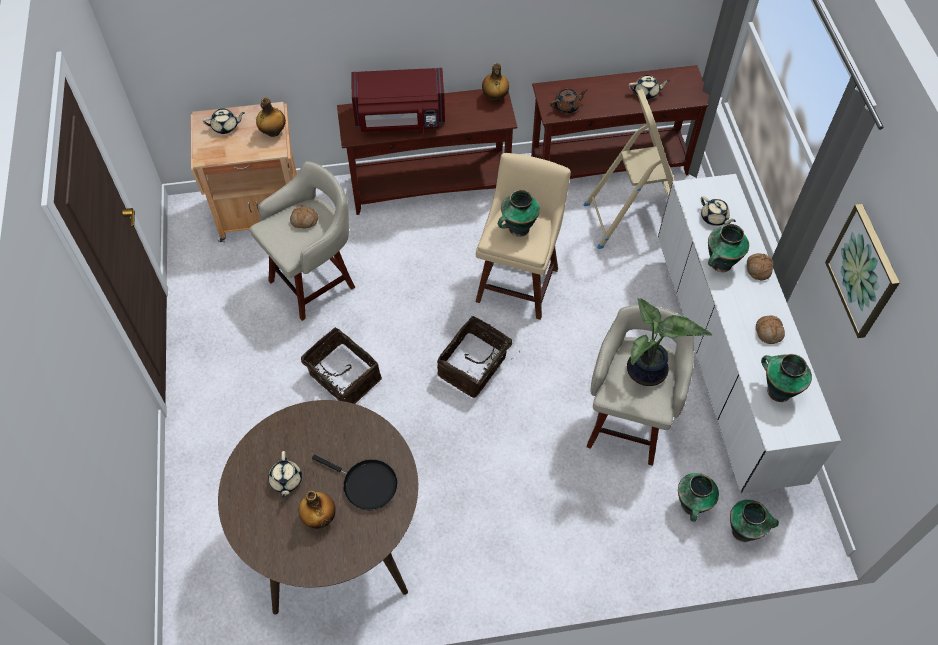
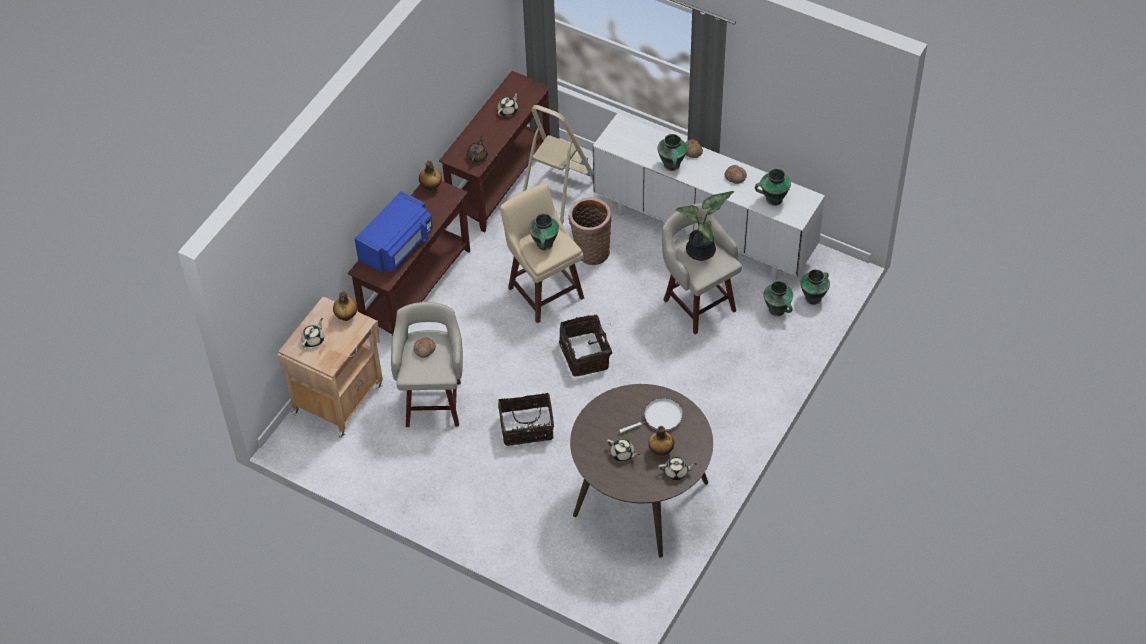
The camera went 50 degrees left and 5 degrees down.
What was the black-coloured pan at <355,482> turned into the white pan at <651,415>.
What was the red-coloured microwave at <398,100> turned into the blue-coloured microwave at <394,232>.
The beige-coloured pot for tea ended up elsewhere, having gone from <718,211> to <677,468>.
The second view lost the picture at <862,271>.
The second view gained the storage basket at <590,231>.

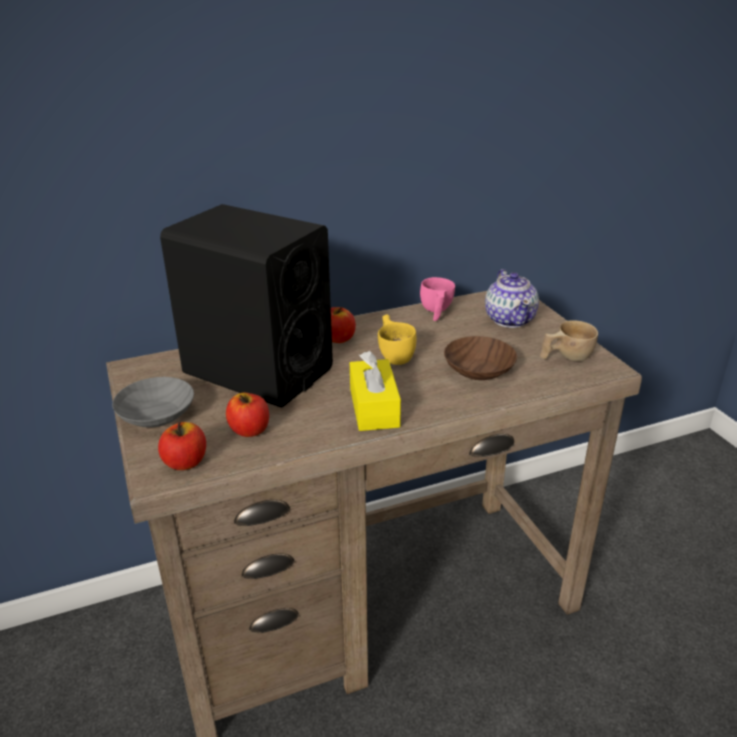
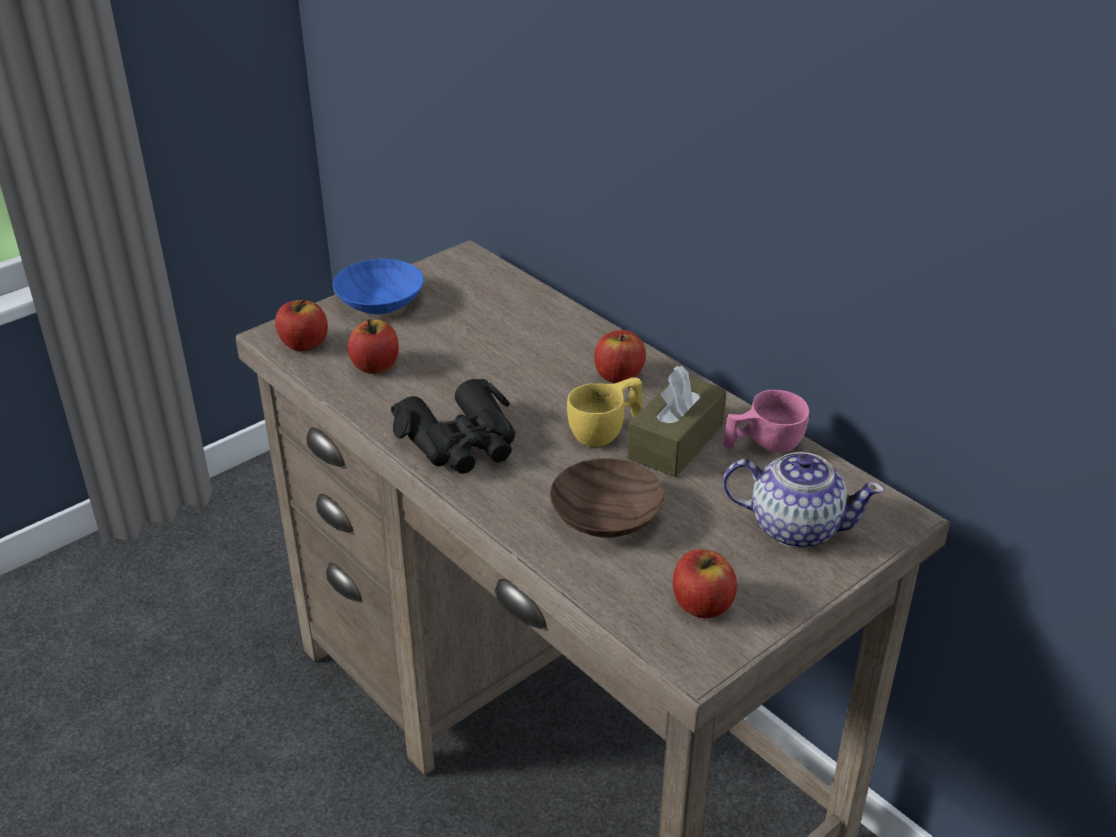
The camera went 70 degrees right and 5 degrees up.
What was the gray bowl at <153,402> turned into the blue-coloured bowl at <378,286>.
The second view lost the black-coloured speaker at <246,306>.
Where the yellow-coloured box of tissues stood at <375,391>, the black-coloured field glasses came to stand at <453,426>.
The pot for tea at <512,298> ended up facing another way, 135 degrees counterclockwise from before.
Where the beige-coloured cup stood at <569,340>, the apple fruit came to stand at <705,583>.
The second view gained the brownish box of tissues at <677,421>.

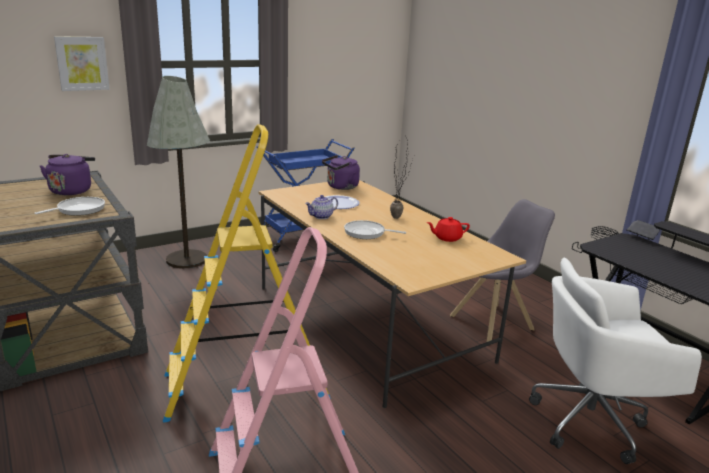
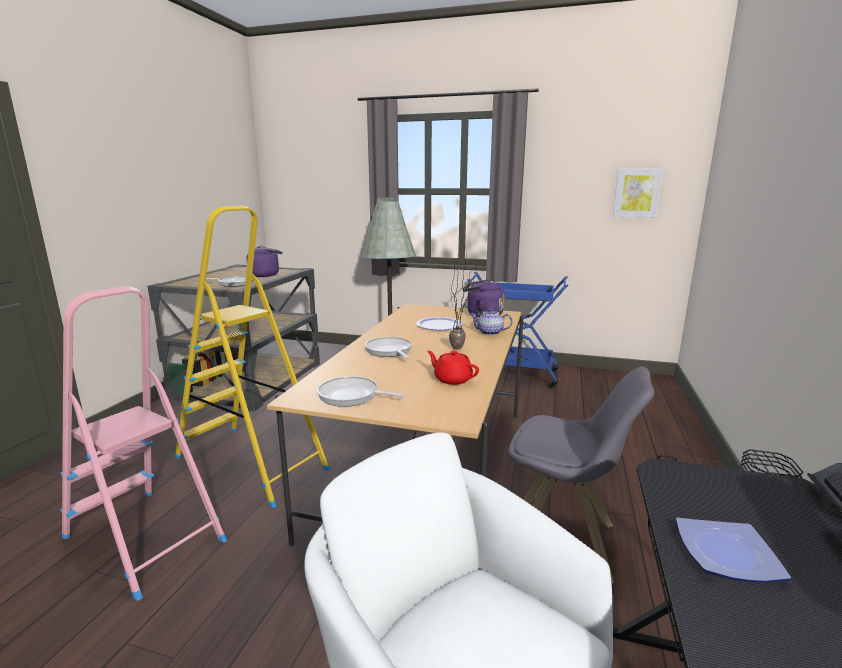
The camera went 50 degrees right and 5 degrees down.
The picture ended up elsewhere, having gone from <82,63> to <638,193>.
The pot for tea ended up elsewhere, having gone from <321,207> to <491,321>.
The second view gained the pan at <361,391>.
The second view gained the plate at <733,550>.

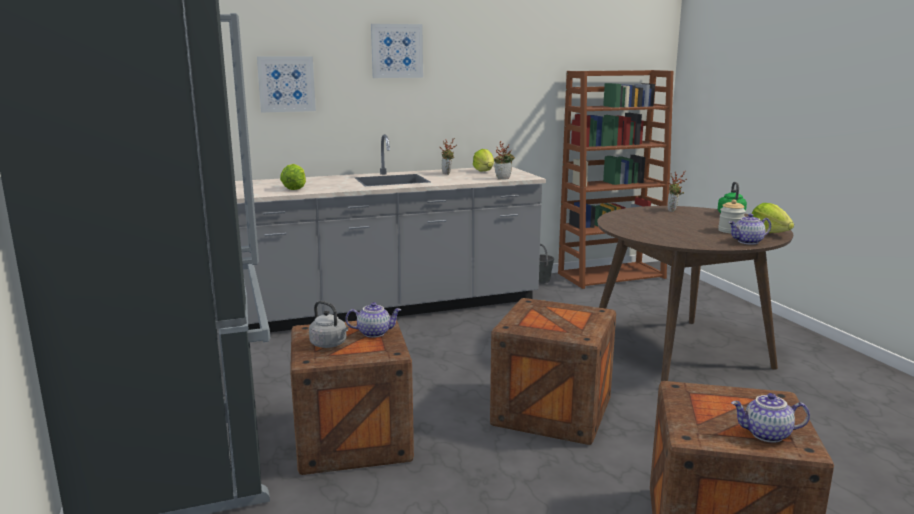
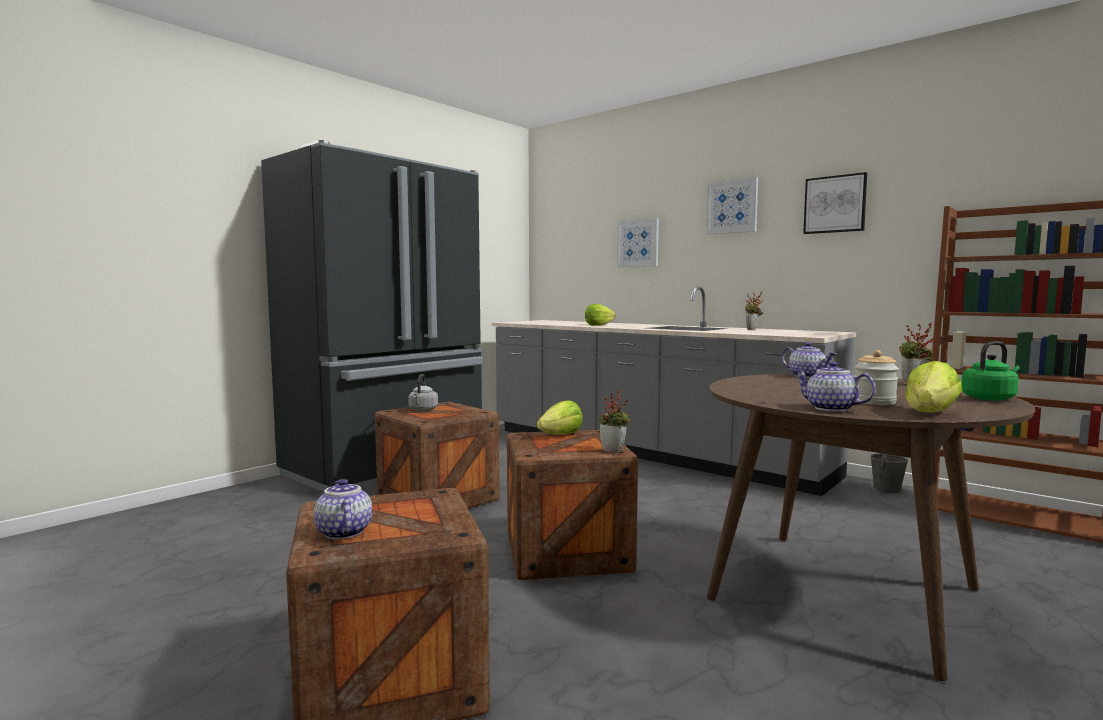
The camera went 60 degrees right and 10 degrees down.
The pot for tea ended up elsewhere, having gone from <373,320> to <809,360>.
The lettuce head ended up elsewhere, having gone from <483,160> to <560,417>.
The houseplant ended up elsewhere, having gone from <504,160> to <614,421>.
The second view gained the picture at <835,203>.

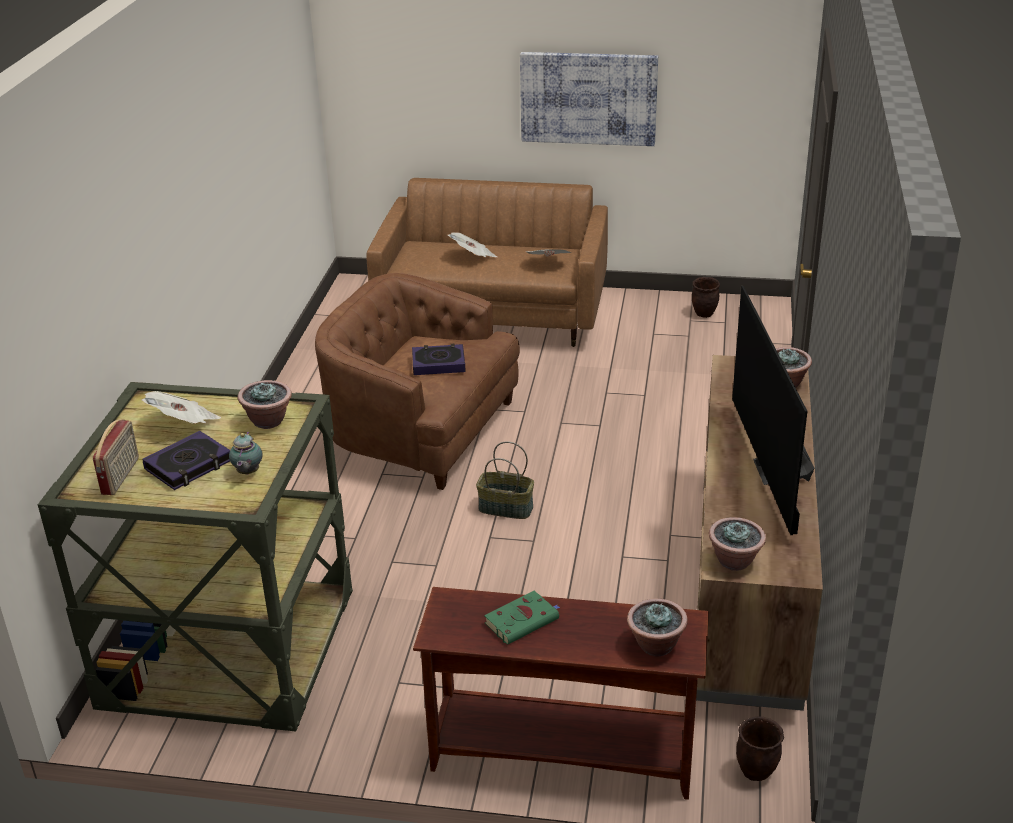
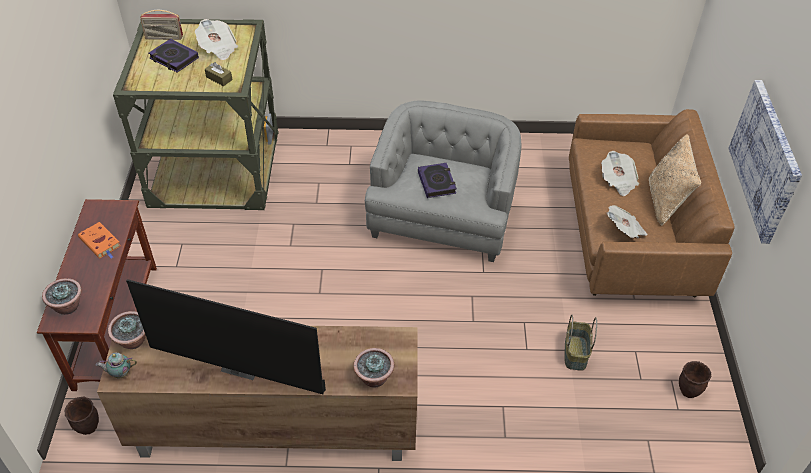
The camera went 80 degrees right and 15 degrees up.
The pot for tea ended up elsewhere, having gone from <246,452> to <116,365>.
Where the houseplant stood at <265,404>, the brownish box of tissues came to stand at <218,74>.
What was the brownish armchair at <417,381> turned into the gray armchair at <443,181>.
The storage basket ended up elsewhere, having gone from <505,480> to <581,343>.
What was the green volume at <522,618> turned into the orange-coloured volume at <99,240>.
The TV at <773,410> ended up facing another way, 150 degrees counterclockwise from before.
The second view gained the beige-coloured throw pillow at <675,179>.

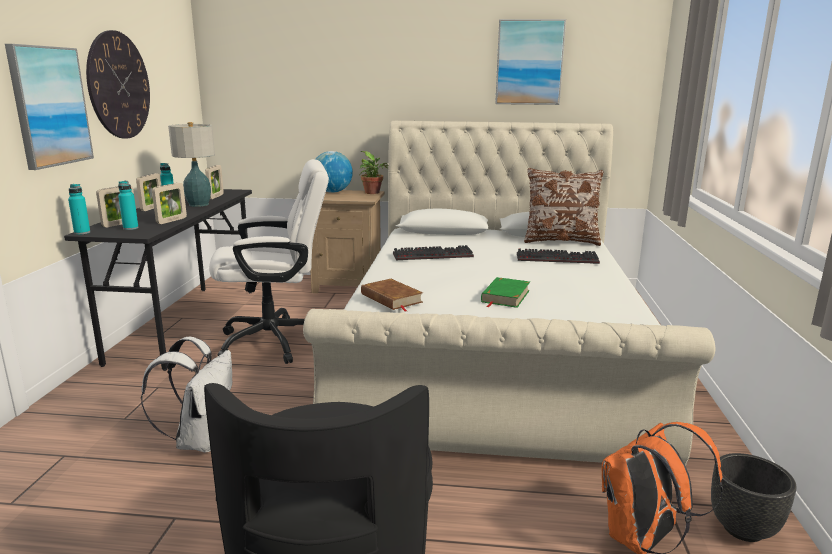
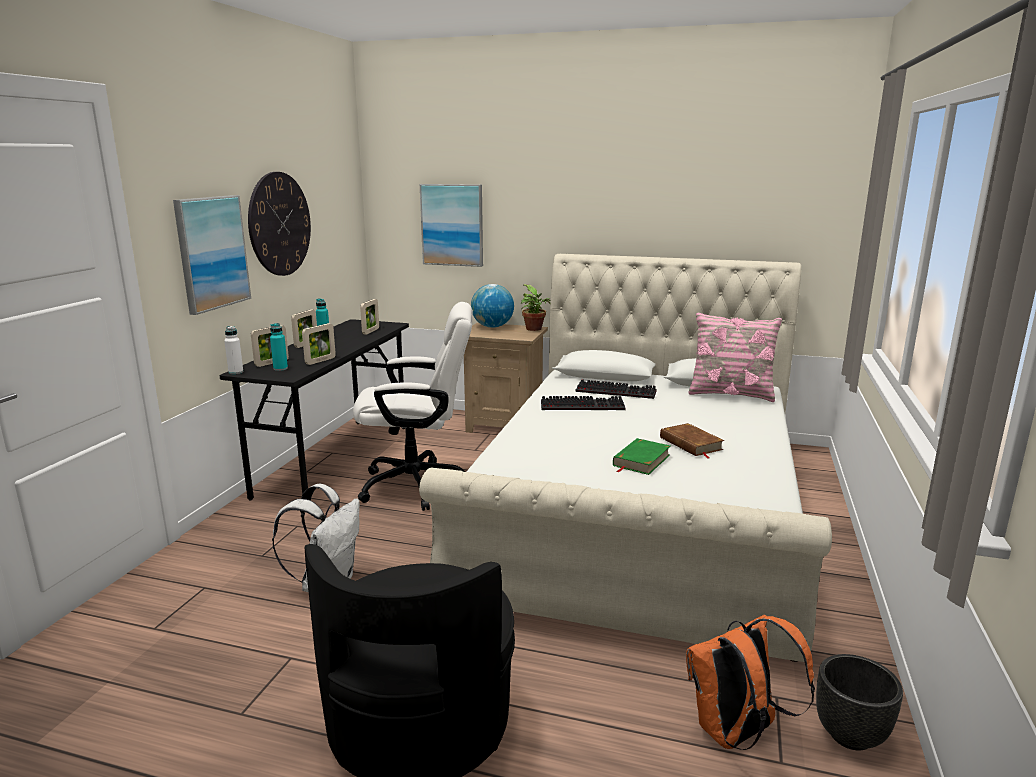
The camera went 10 degrees right and 0 degrees up.
What was the turquoise-coloured drink bottle at <79,209> turned into the white drink bottle at <233,350>.
The second view lost the tabletop lamp at <191,164>.
The brownish volume ended up elsewhere, having gone from <392,295> to <692,440>.
The picture ended up elsewhere, having gone from <530,62> to <451,225>.
The keyboard ended up elsewhere, having gone from <558,256> to <616,389>.
What was the brownish throw pillow at <563,207> turned into the pink-coloured throw pillow at <735,357>.

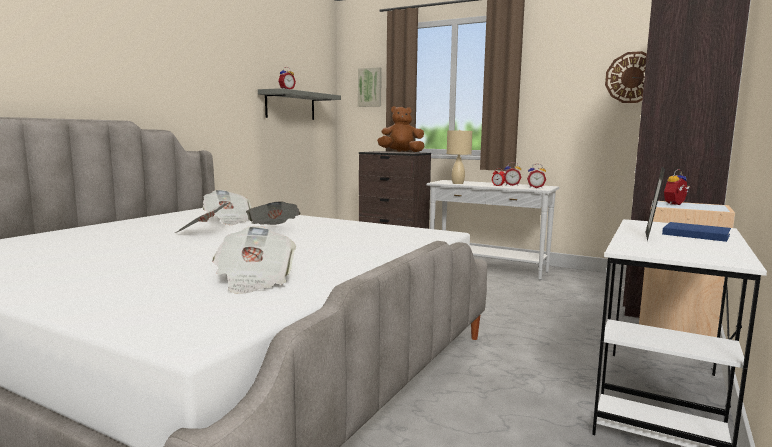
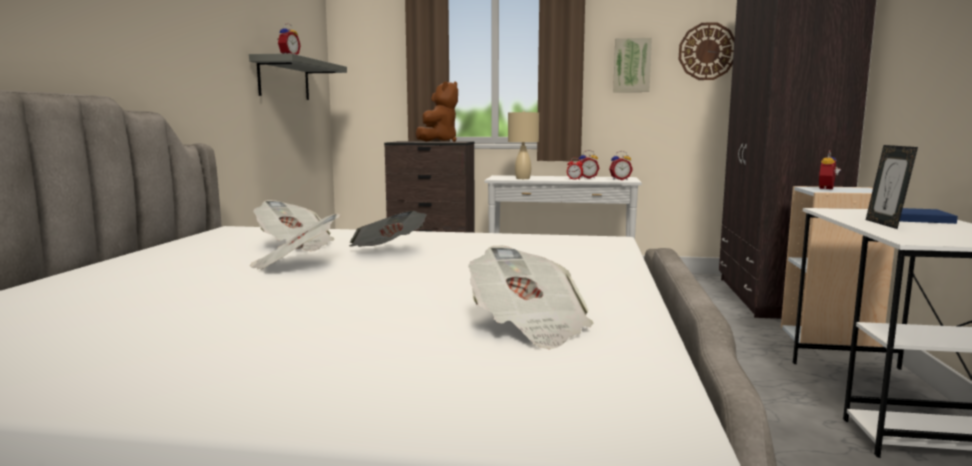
The camera went 20 degrees left and 0 degrees up.
The picture ended up elsewhere, having gone from <370,87> to <632,64>.
The brownish plush toy at <401,129> ended up facing another way, 135 degrees clockwise from before.

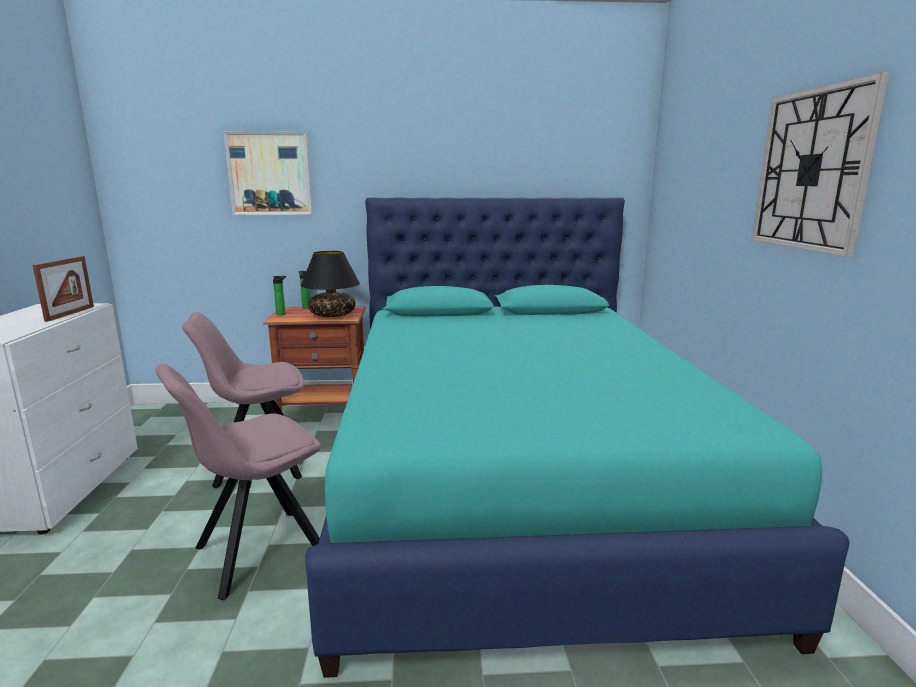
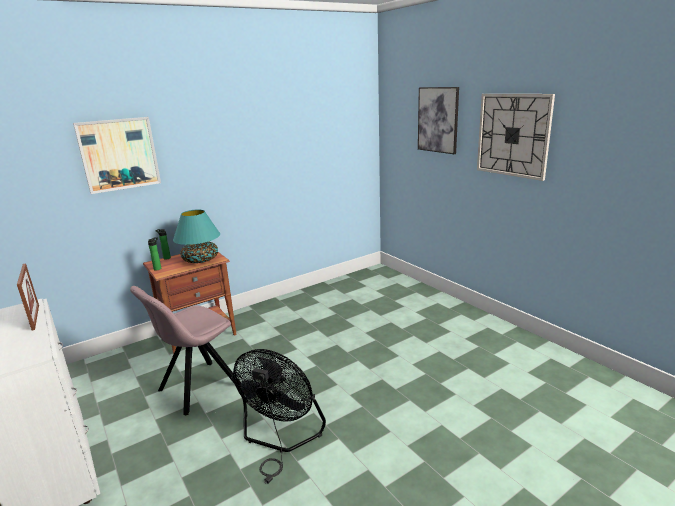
The camera went 30 degrees left and 5 degrees up.
Where the pink-coloured upright chair stood at <238,482>, the black-coloured fan came to stand at <278,416>.
What was the black-coloured tabletop lamp at <330,284> turned into the turquoise-coloured tabletop lamp at <196,236>.
The second view lost the turquoise-coloured sleeping bed at <577,437>.
The second view gained the picture at <438,120>.

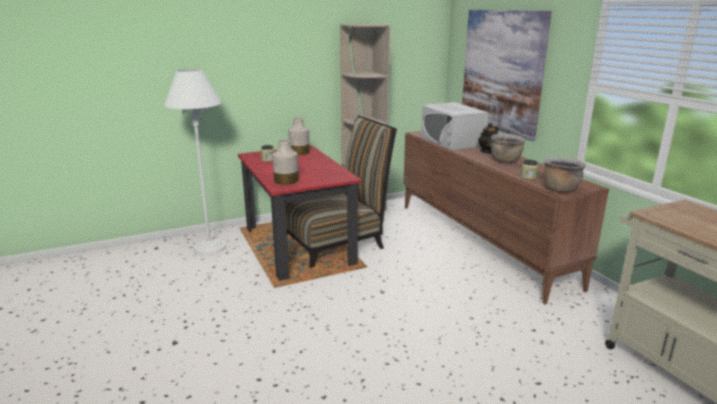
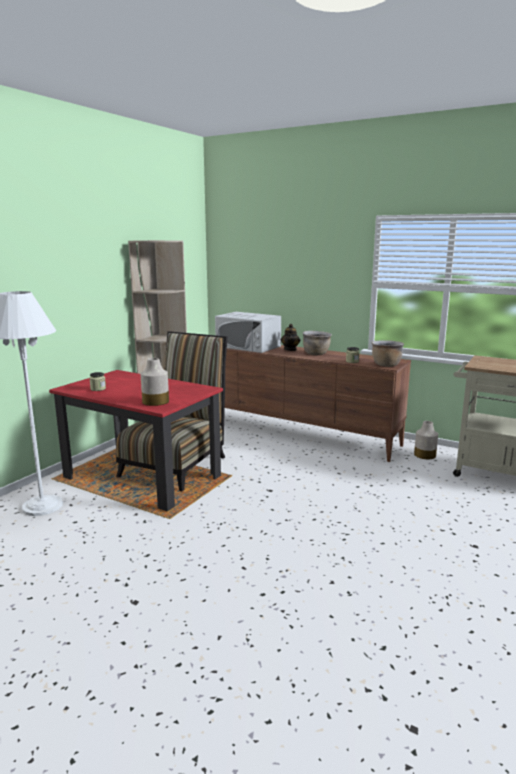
The camera went 35 degrees left and 5 degrees down.
The beige-coloured decorative vase ended up elsewhere, having gone from <299,136> to <426,440>.
The second view lost the picture at <507,75>.

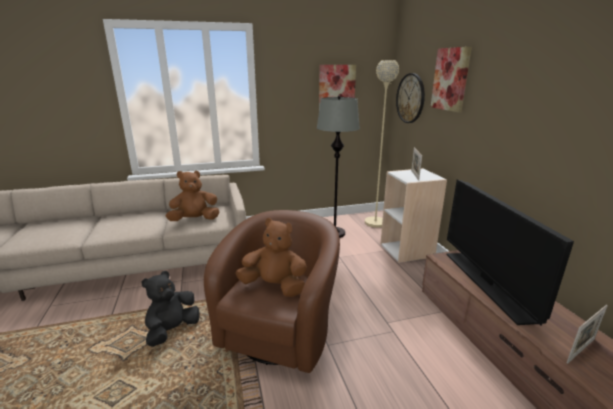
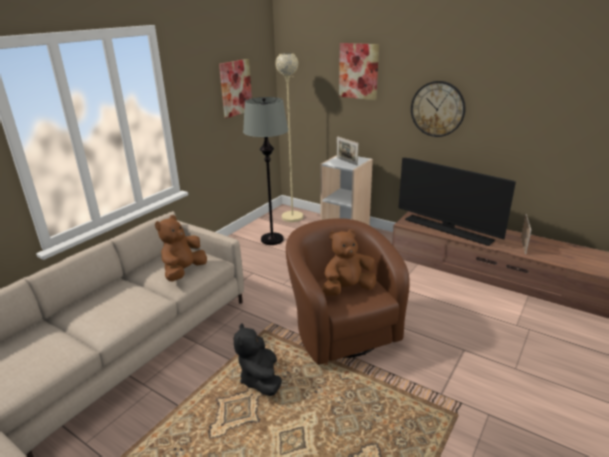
The camera went 40 degrees left and 5 degrees up.
The hanging clock ended up elsewhere, having gone from <410,98> to <438,109>.

